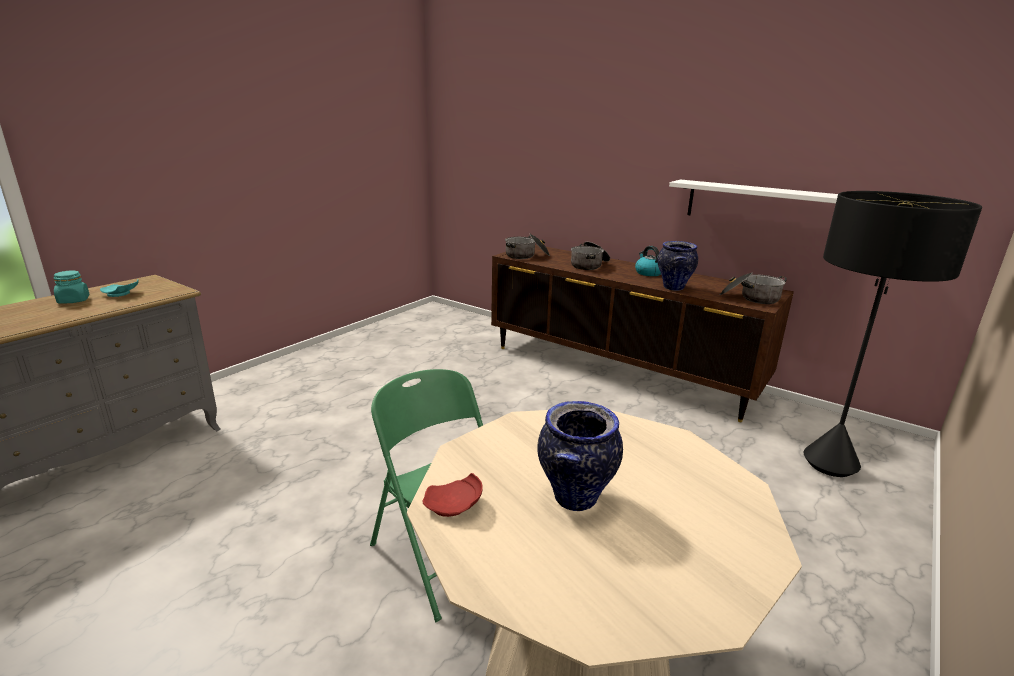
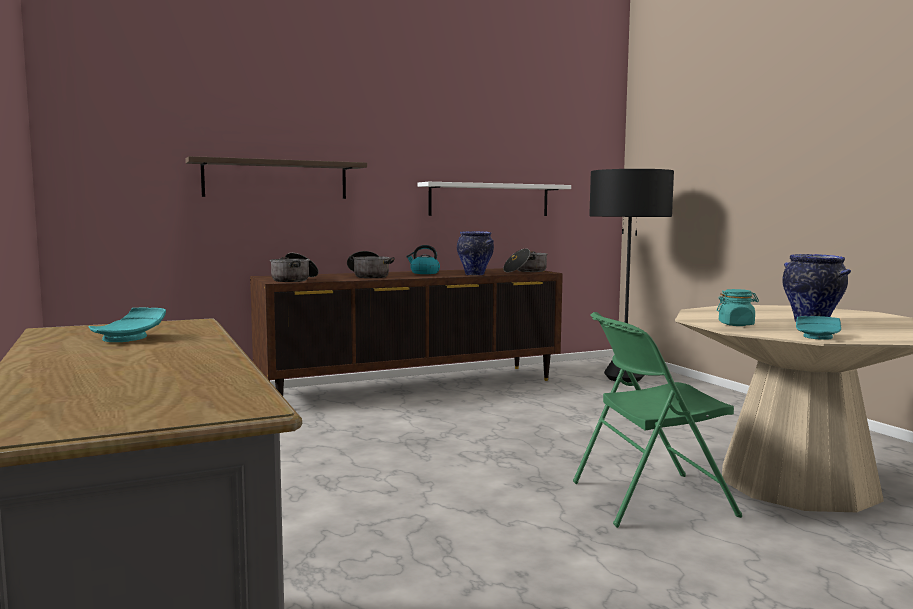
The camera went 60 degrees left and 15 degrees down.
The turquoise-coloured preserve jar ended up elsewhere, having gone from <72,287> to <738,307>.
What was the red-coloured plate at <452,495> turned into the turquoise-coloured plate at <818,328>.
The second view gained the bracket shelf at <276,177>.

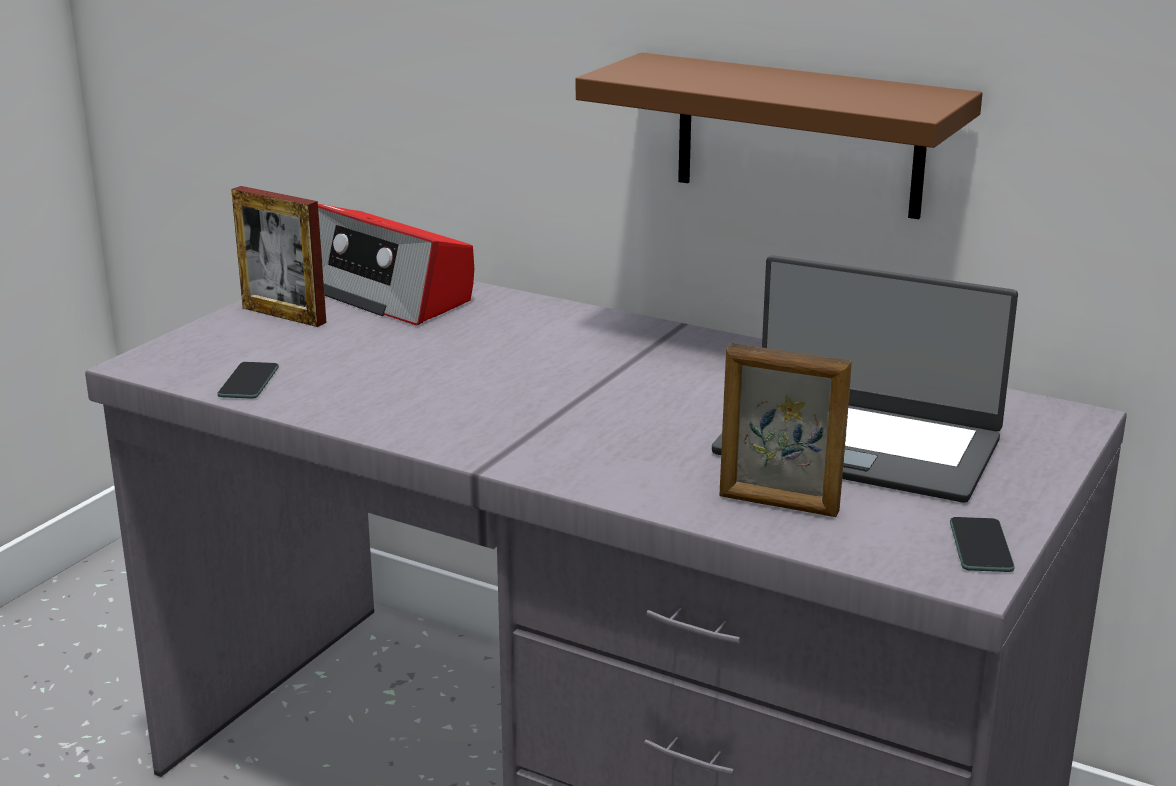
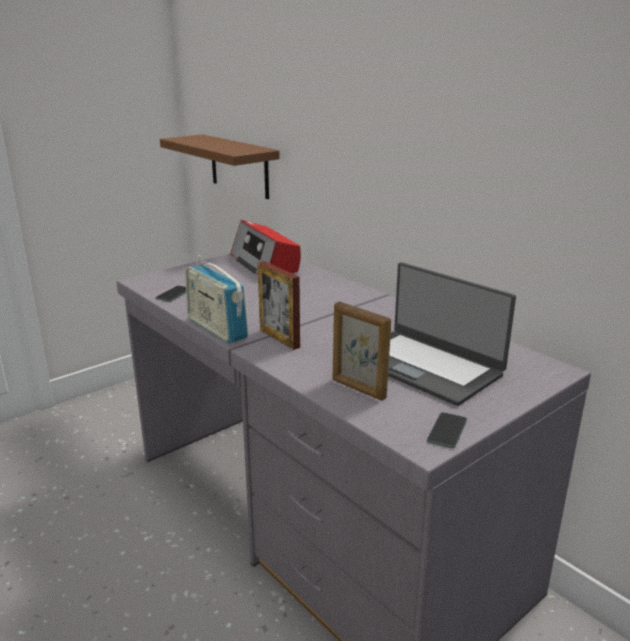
The camera went 20 degrees right and 0 degrees up.
The picture frame ended up elsewhere, having gone from <279,256> to <279,305>.
The brownish bracket shelf ended up elsewhere, having gone from <779,135> to <220,166>.
The second view gained the radio at <216,299>.

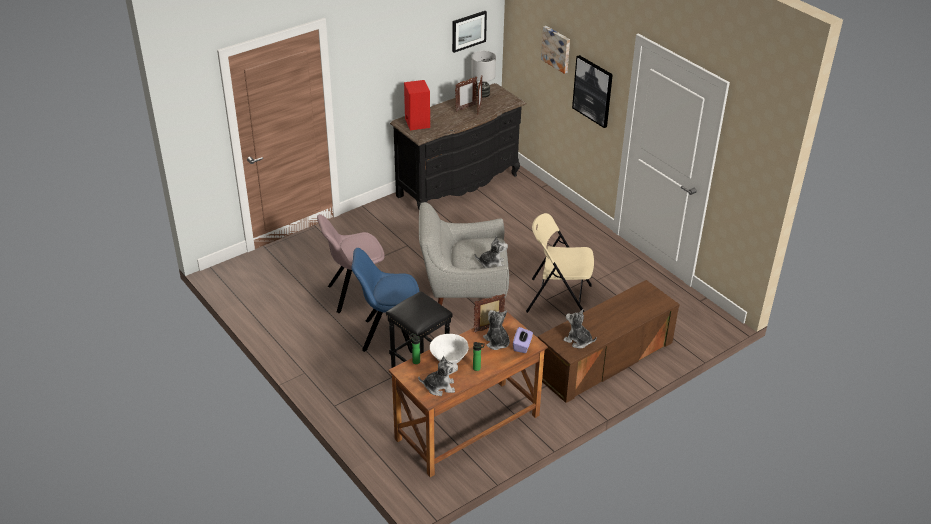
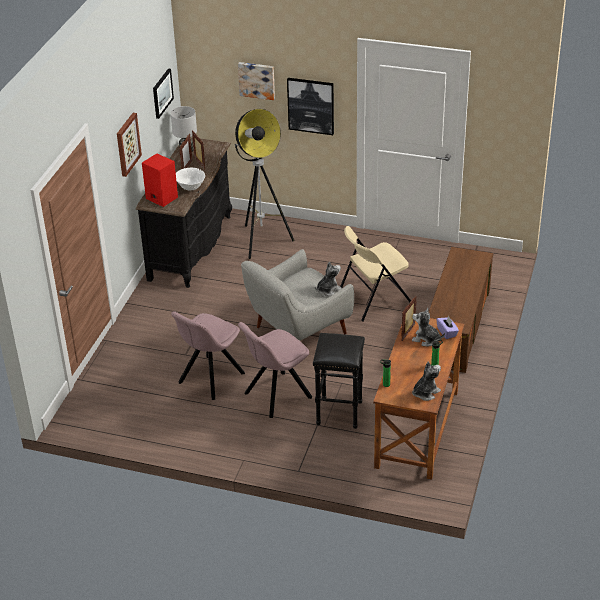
The camera went 35 degrees left and 0 degrees up.
What was the blue-coloured upright chair at <385,300> turned into the pink-coloured upright chair at <275,370>.
The white bowl ended up elsewhere, having gone from <449,349> to <190,179>.
The second view lost the plush toy at <580,328>.
The second view gained the picture at <129,145>.
The second view gained the standing lamp at <264,184>.

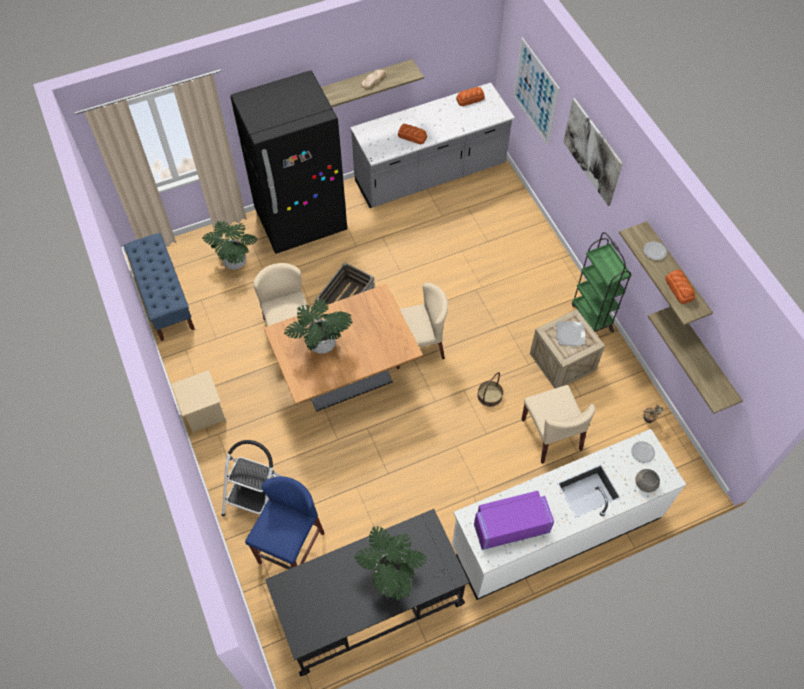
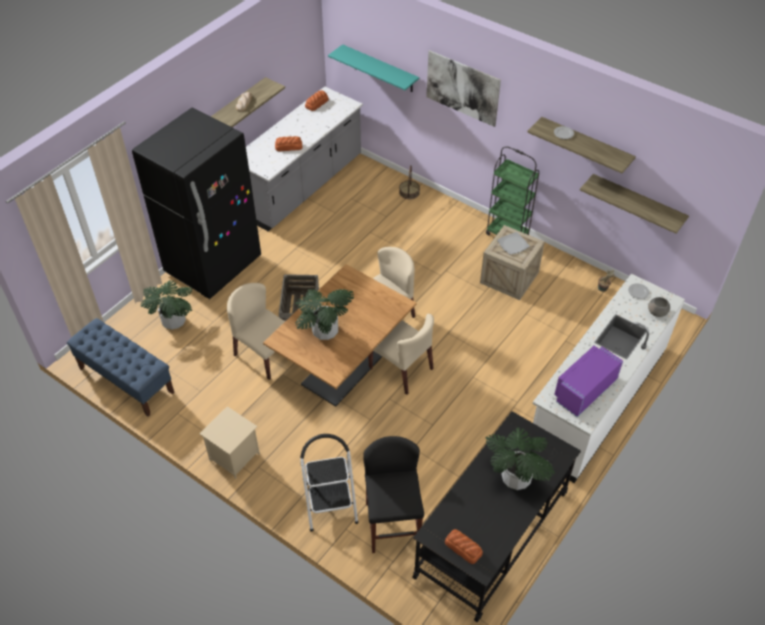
The camera went 30 degrees left and 10 degrees down.
What was the blue-coloured stool at <284,522> turned into the black-coloured stool at <393,494>.
The storage basket ended up elsewhere, having gone from <490,389> to <409,182>.
Where the picture hung at <536,91>, the turquoise-coloured bracket shelf came to hang at <373,68>.
The beige-coloured upright chair ended up elsewhere, having gone from <558,424> to <401,354>.
The bread ended up elsewhere, having gone from <680,287> to <464,546>.

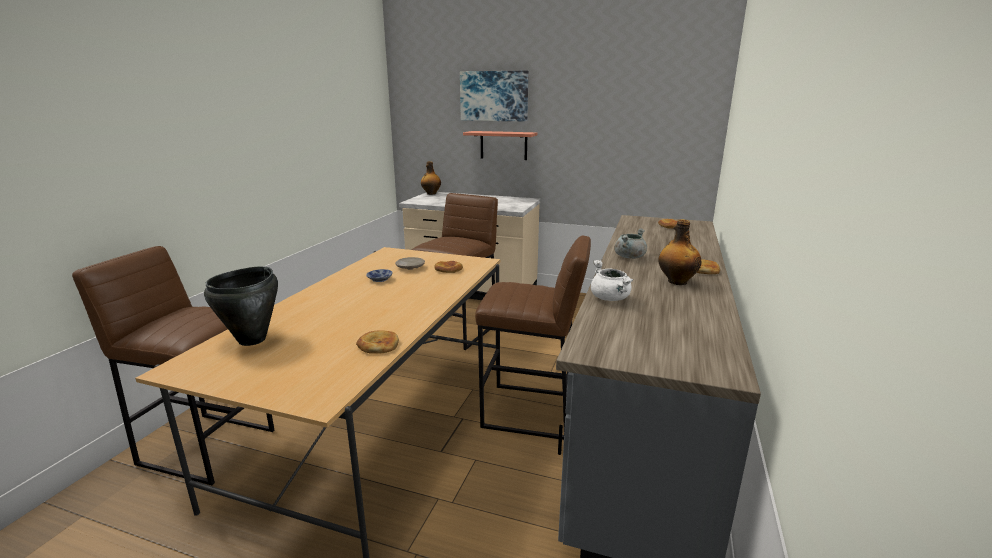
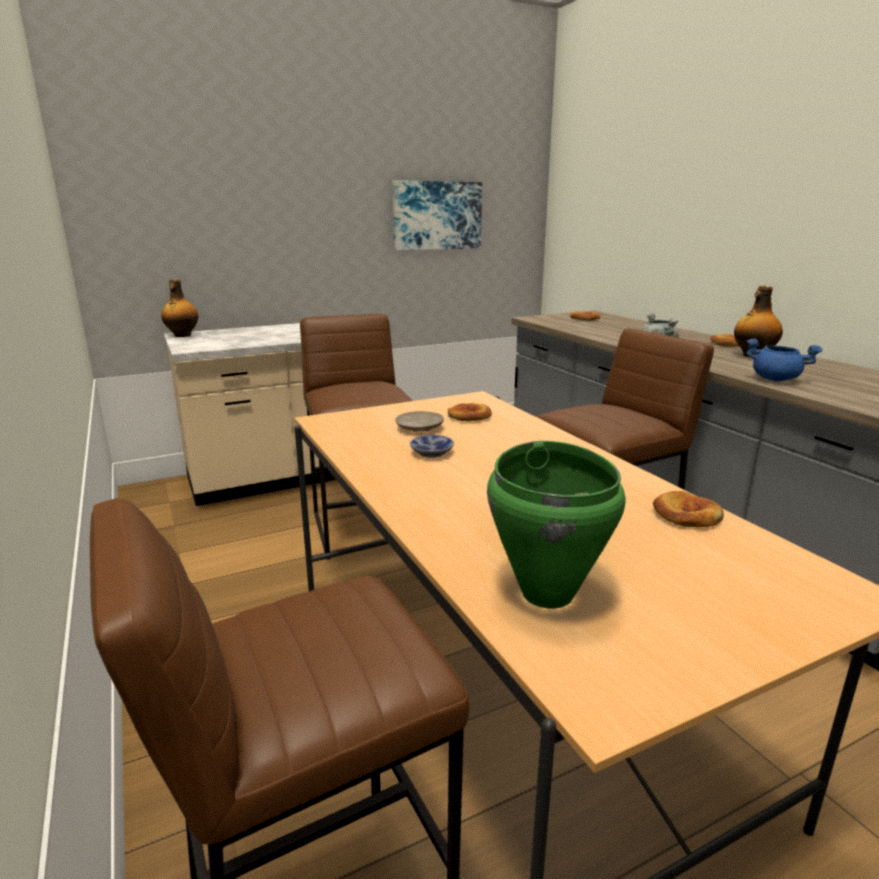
The camera went 45 degrees left and 0 degrees up.
What was the black-coloured cooking pot at <241,306> turned into the green cooking pot at <556,525>.
The picture ended up elsewhere, having gone from <494,96> to <437,215>.
The second view lost the bracket shelf at <500,145>.
What was the white cooking pot at <612,280> turned into the blue-coloured cooking pot at <784,360>.

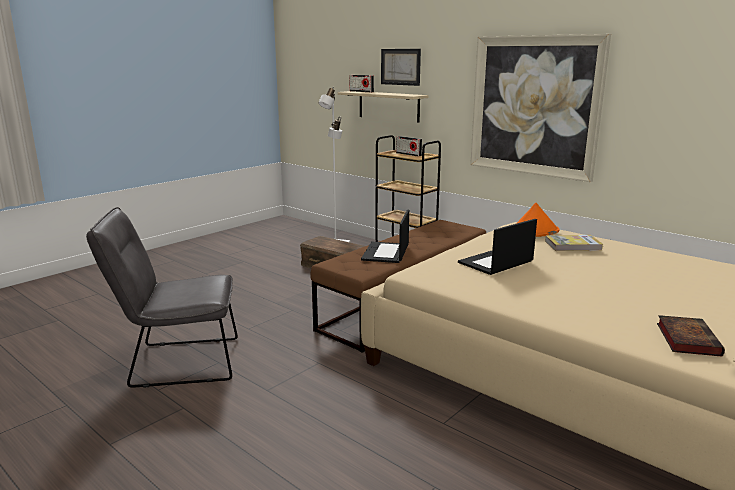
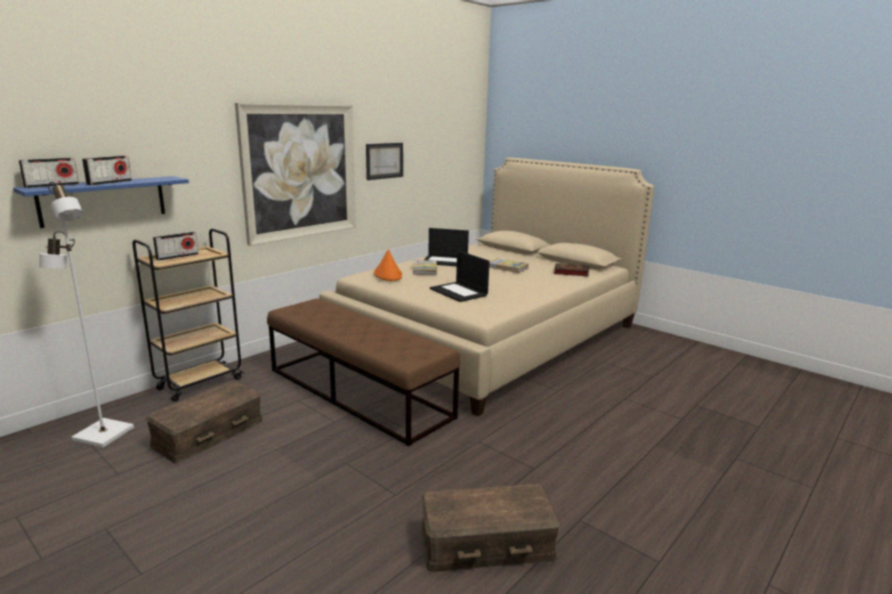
The camera went 90 degrees left and 0 degrees up.
Where the gray upright chair stood at <162,297>, the brownish storage bin came to stand at <490,528>.
What was the beige-coloured bracket shelf at <383,107> turned into the blue-coloured bracket shelf at <101,202>.
The notebook computer ended up elsewhere, having gone from <385,236> to <446,247>.
The picture ended up elsewhere, having gone from <401,67> to <384,161>.
The second view gained the radio at <107,170>.
The second view gained the volume at <509,265>.

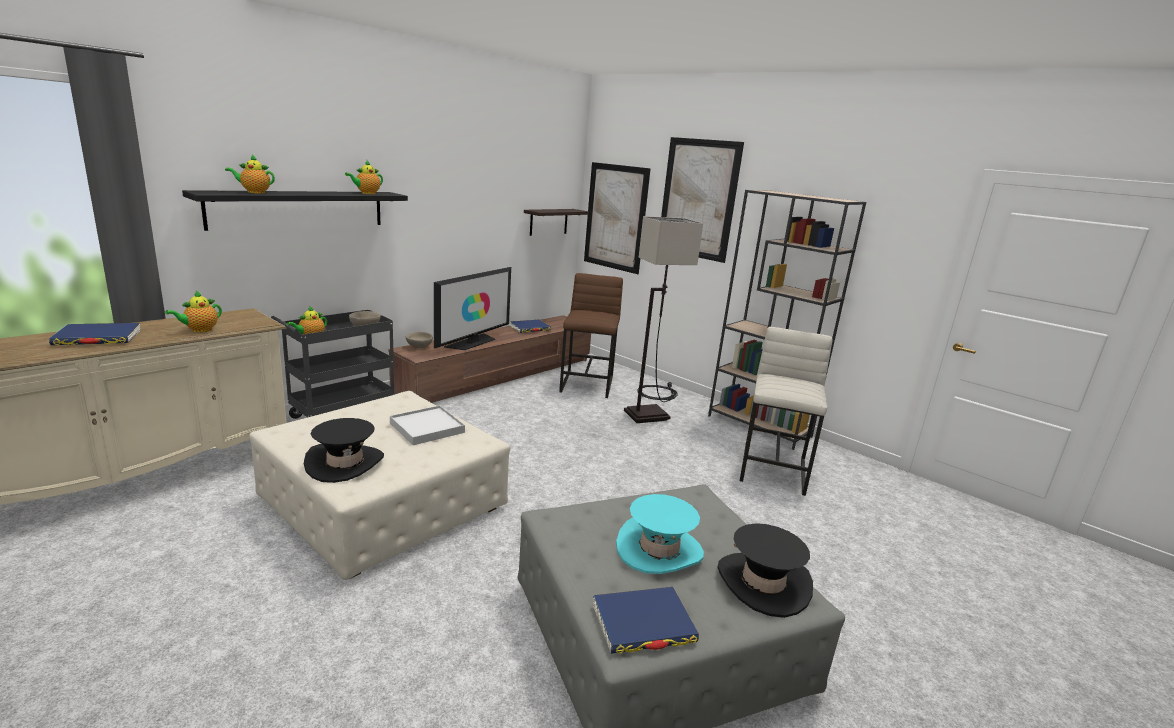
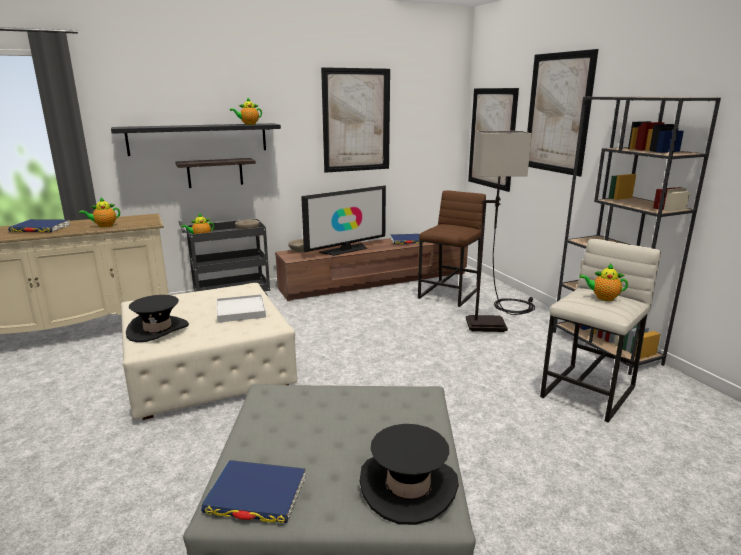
The camera went 25 degrees right and 0 degrees up.
The pot for tea ended up elsewhere, having gone from <250,174> to <603,282>.
The bracket shelf ended up elsewhere, having gone from <556,222> to <215,173>.
The second view lost the turquoise-coloured wearable hat at <660,534>.
The second view gained the picture at <355,120>.

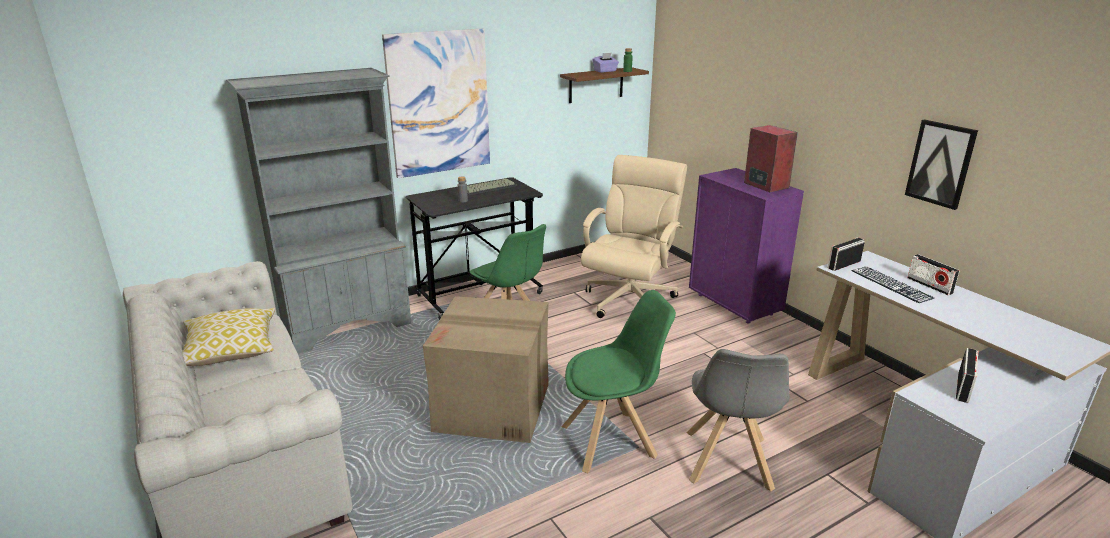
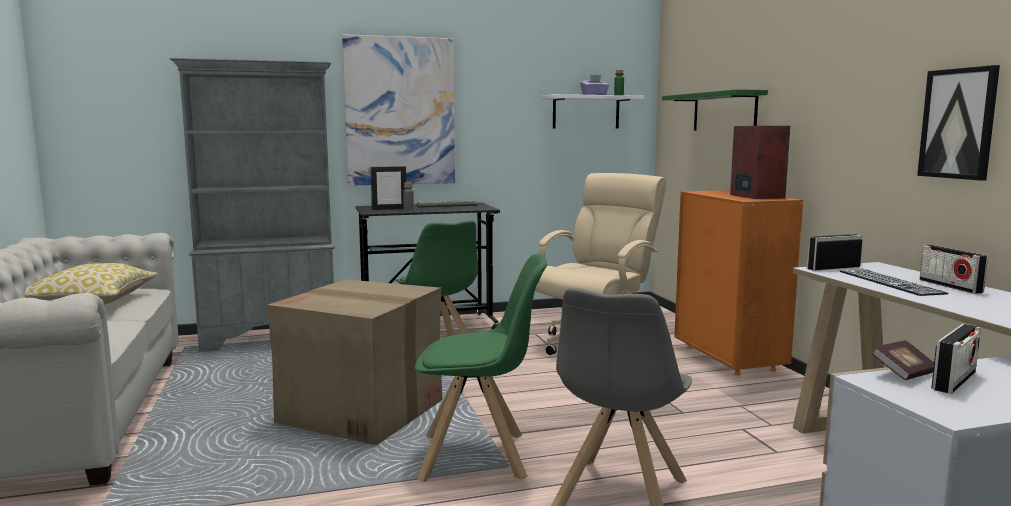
The camera went 15 degrees right and 15 degrees down.
What was the brownish bracket shelf at <604,85> turned into the white bracket shelf at <593,111>.
What was the purple-coloured cabinet at <746,245> turned into the orange-coloured cabinet at <738,282>.
The second view gained the picture frame at <388,188>.
The second view gained the green bracket shelf at <715,110>.
The second view gained the volume at <903,360>.

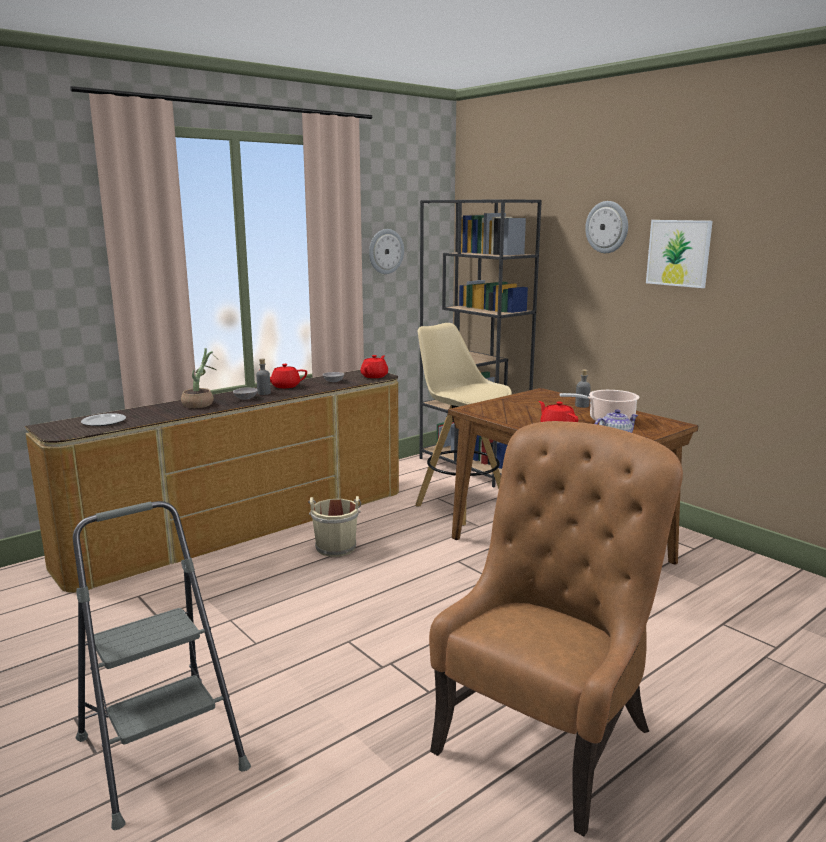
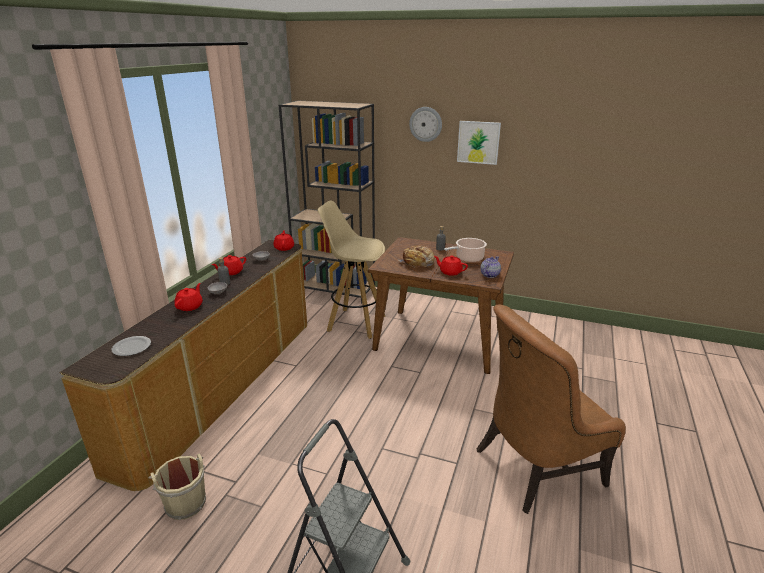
The camera went 30 degrees left and 10 degrees up.
Where the houseplant stood at <198,378>, the red-coloured pot for tea came to stand at <189,297>.
The beige-coloured bucket ended up elsewhere, having gone from <334,526> to <177,486>.
The second view lost the hanging clock at <386,251>.
The brownish upright chair at <556,628> ended up facing another way, 120 degrees counterclockwise from before.
The second view gained the bread at <416,256>.

